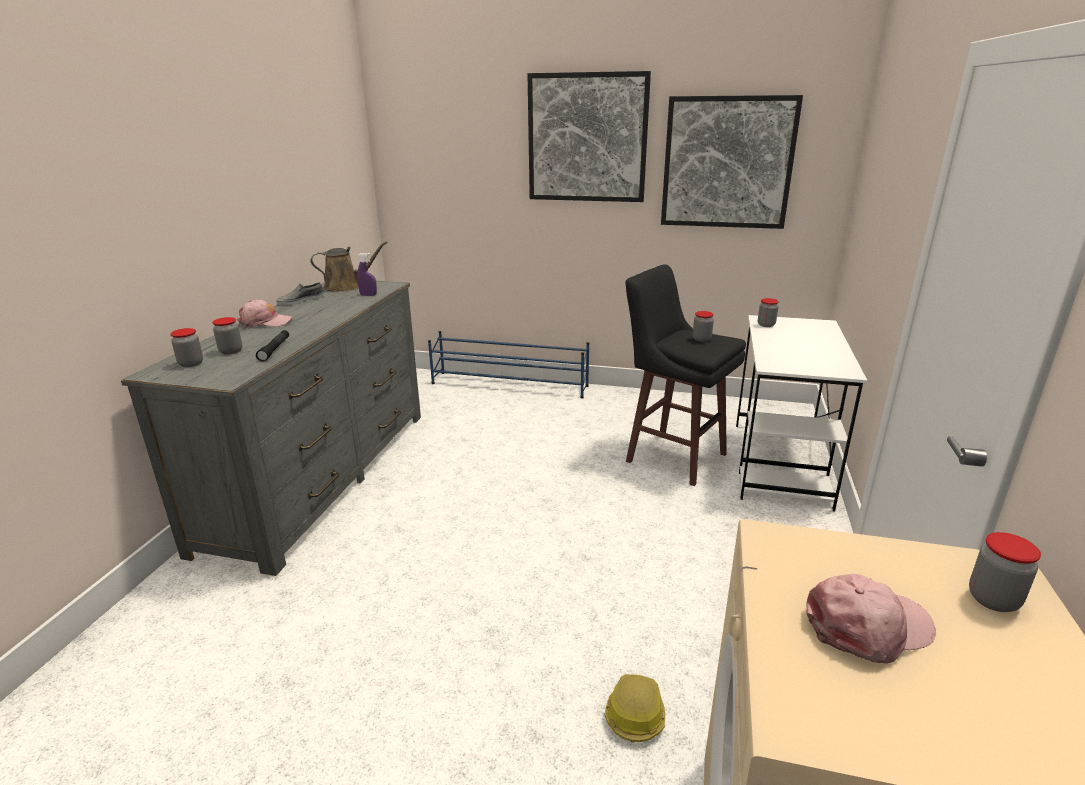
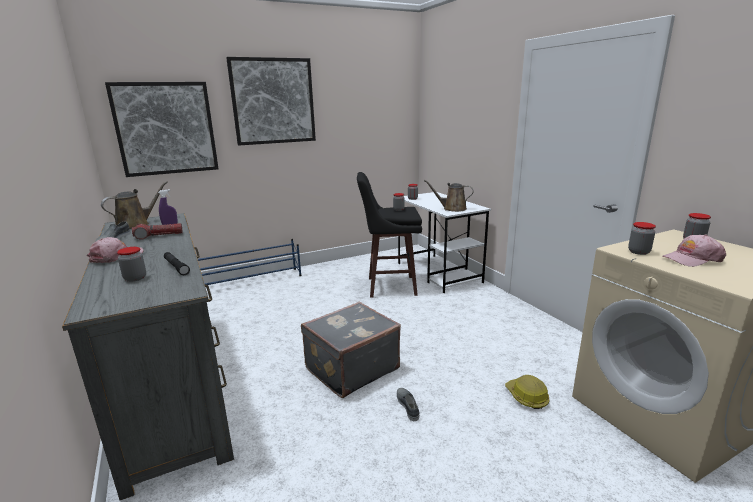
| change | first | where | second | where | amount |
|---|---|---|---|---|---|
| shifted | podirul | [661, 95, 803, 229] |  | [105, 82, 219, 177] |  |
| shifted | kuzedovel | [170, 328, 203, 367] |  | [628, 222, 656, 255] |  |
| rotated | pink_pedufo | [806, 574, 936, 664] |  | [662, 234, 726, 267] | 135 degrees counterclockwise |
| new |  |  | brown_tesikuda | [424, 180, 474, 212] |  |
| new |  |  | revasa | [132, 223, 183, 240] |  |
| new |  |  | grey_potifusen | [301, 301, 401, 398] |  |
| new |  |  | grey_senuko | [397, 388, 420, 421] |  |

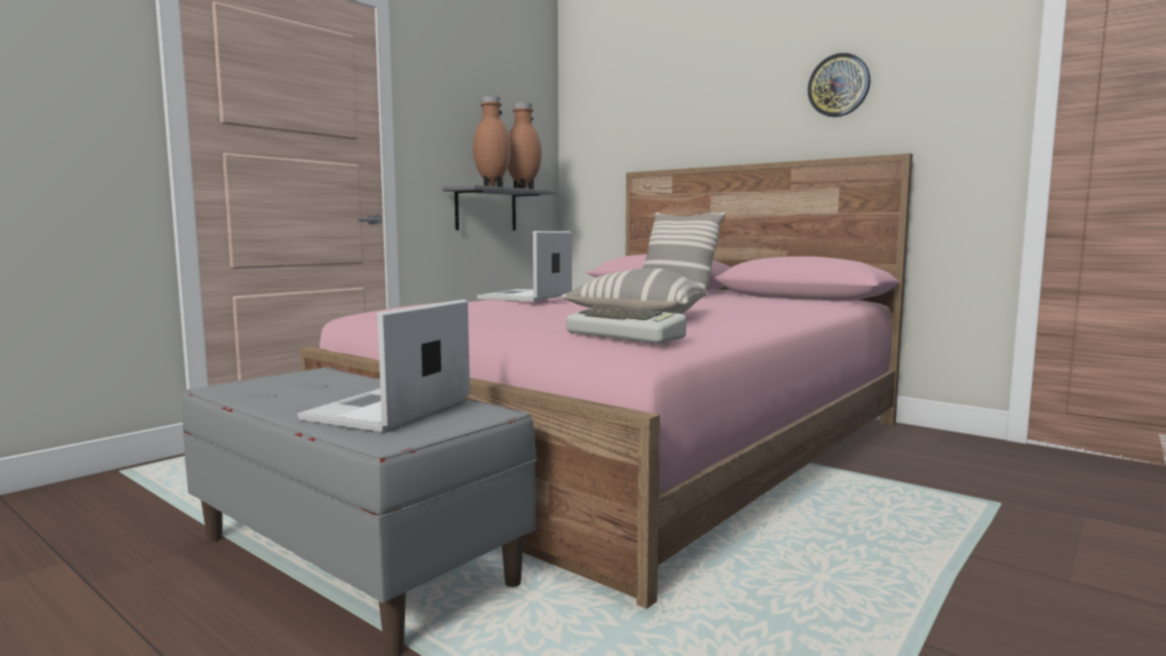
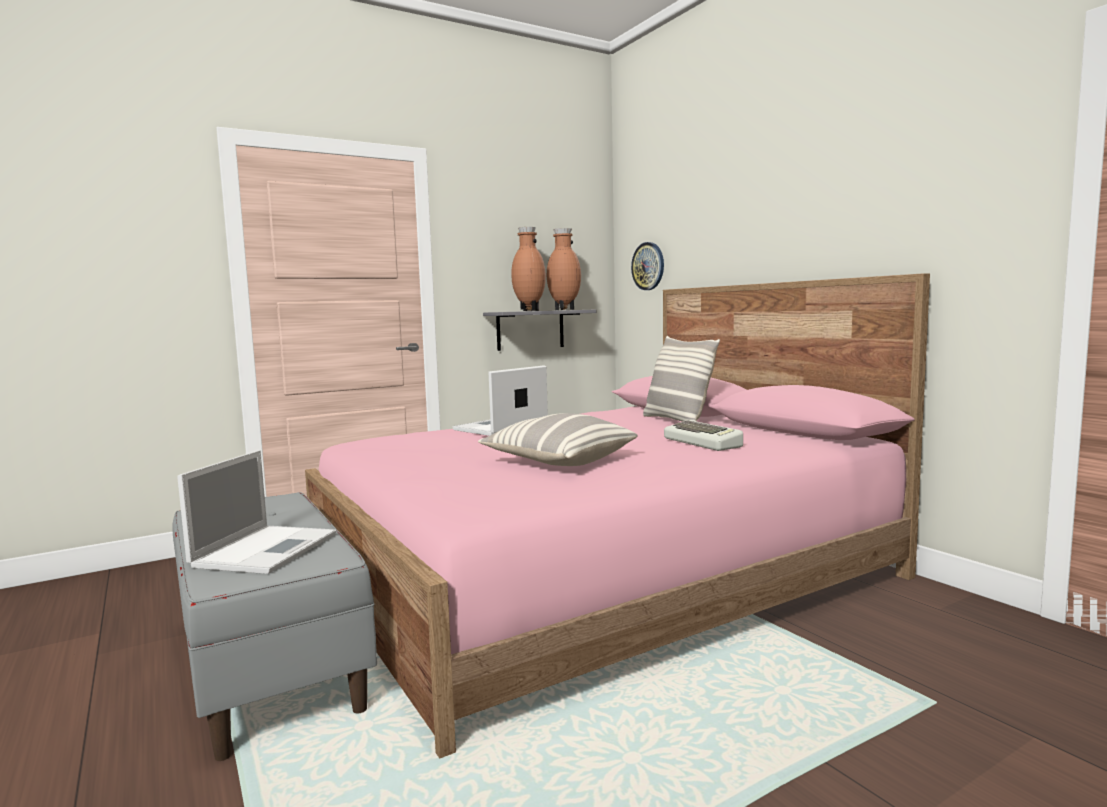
| change | first | where | second | where | amount |
|---|---|---|---|---|---|
| shifted | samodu | [808, 53, 870, 117] |  | [631, 242, 664, 290] |  |
| rotated | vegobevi | [297, 299, 470, 432] |  | [177, 450, 336, 574] | 150 degrees clockwise |
| shifted | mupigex | [566, 306, 686, 343] |  | [664, 420, 743, 451] |  |

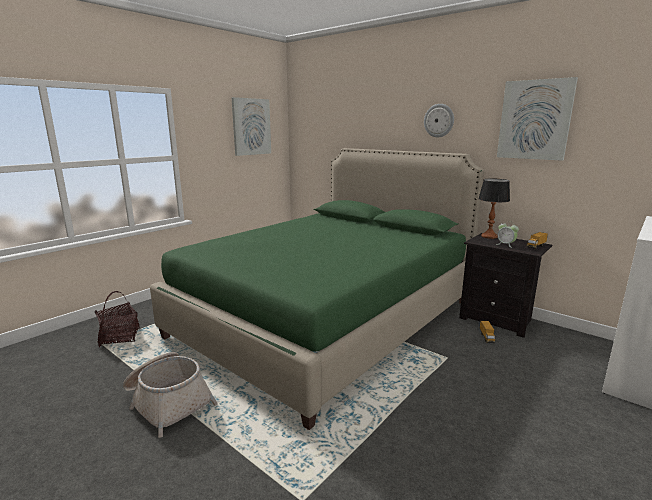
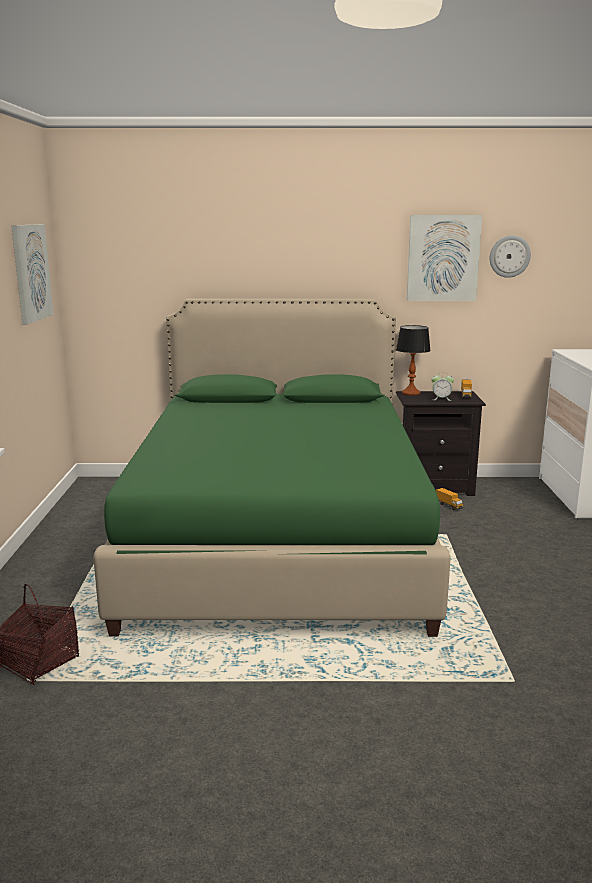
| change | first | where | second | where | amount |
|---|---|---|---|---|---|
| shifted | samodu | [424, 104, 454, 137] |  | [490, 235, 531, 278] |  |
| gone | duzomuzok | [123, 352, 218, 438] |  |  |  |

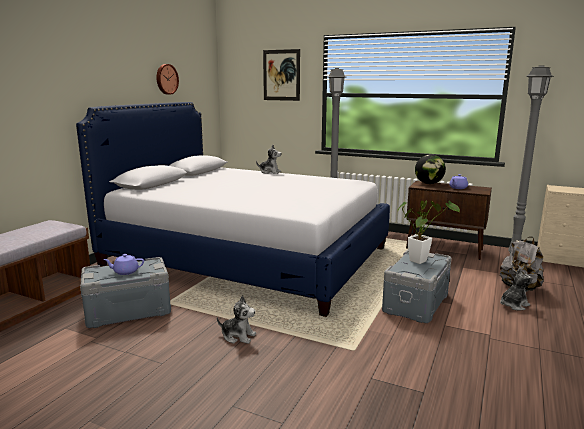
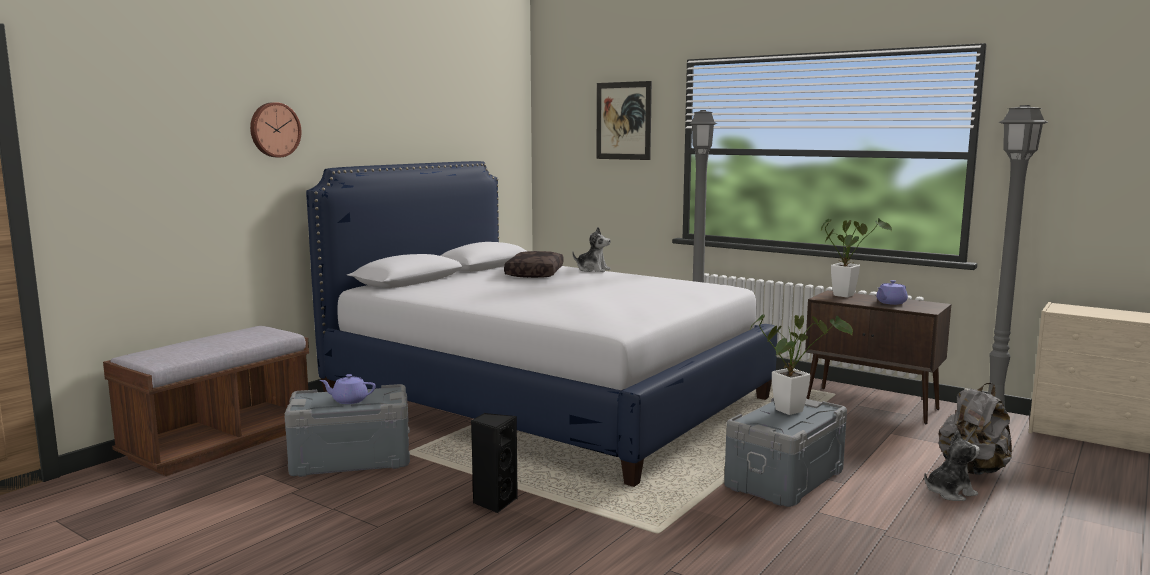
| change | first | where | second | where | amount |
|---|---|---|---|---|---|
| shifted | samodu | [156, 64, 179, 95] |  | [250, 102, 301, 158] |  |
| swapped | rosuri | [415, 154, 446, 184] | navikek | [821, 218, 892, 298] |  |
| swapped | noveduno | [217, 296, 256, 344] | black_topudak | [471, 413, 518, 513] |  |
| new |  |  | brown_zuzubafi | [504, 251, 563, 278] |  |

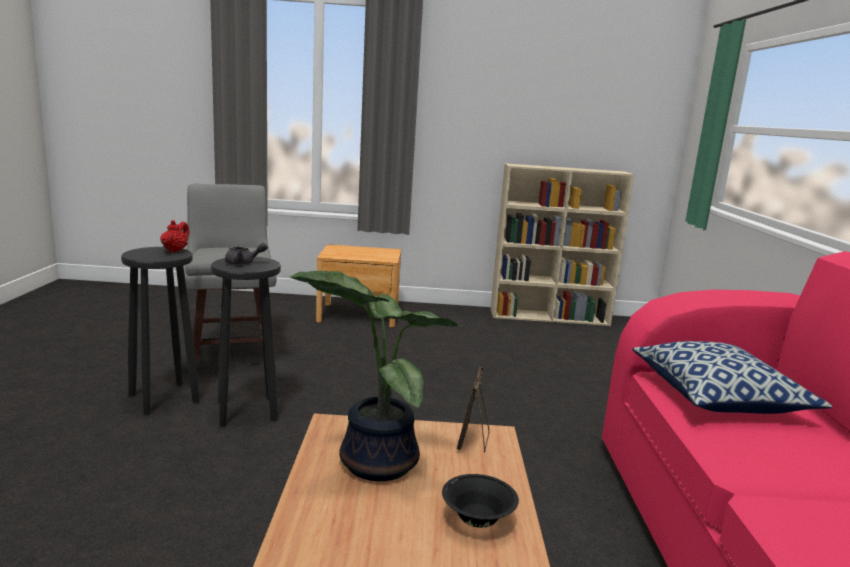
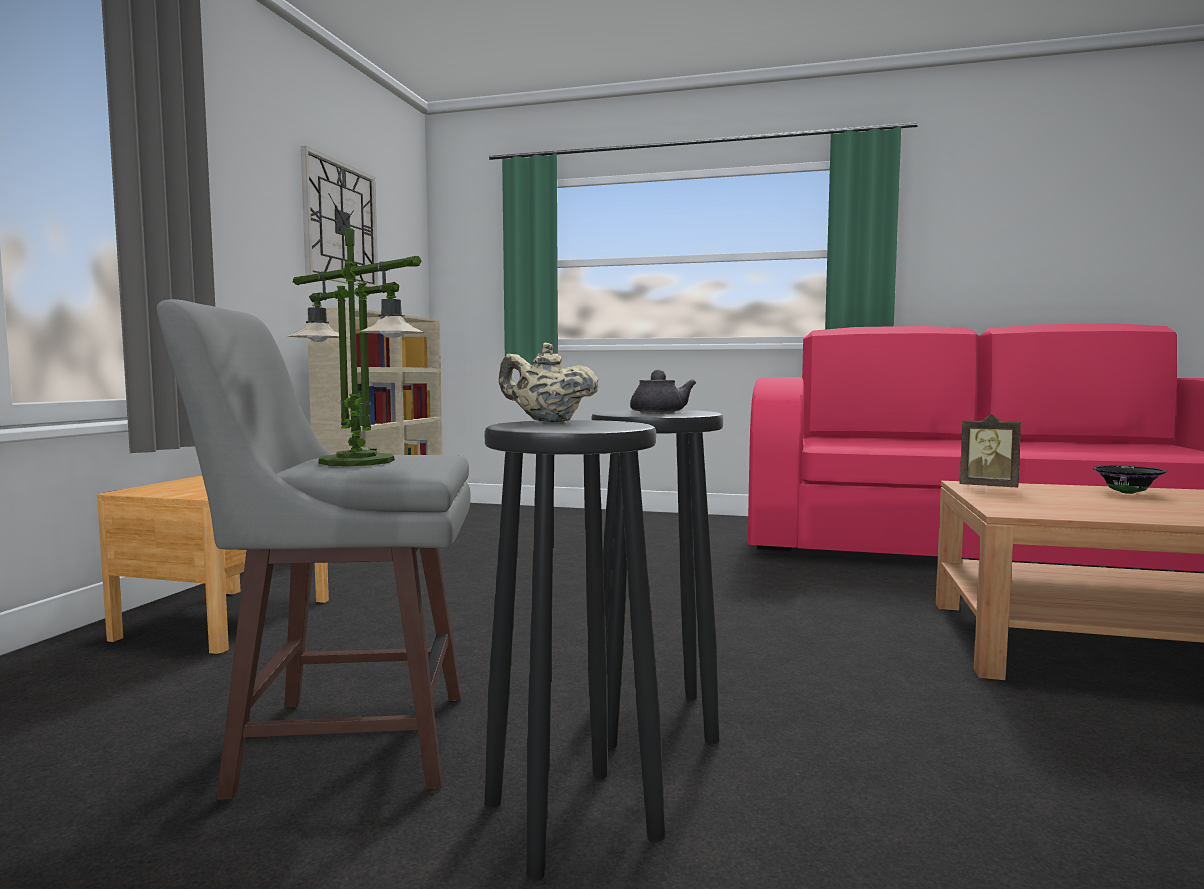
| change | first | where | second | where | amount |
|---|---|---|---|---|---|
| repainted | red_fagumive | [160, 220, 189, 252] | beige_fagumive | [499, 343, 599, 422] |  |
| gone | navikek | [290, 271, 463, 481] |  |  |  |
| gone | zuzubafi | [632, 341, 832, 414] |  |  |  |
| new |  |  | samodu | [301, 146, 378, 287] |  |
| new |  |  | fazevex | [288, 225, 425, 466] |  |

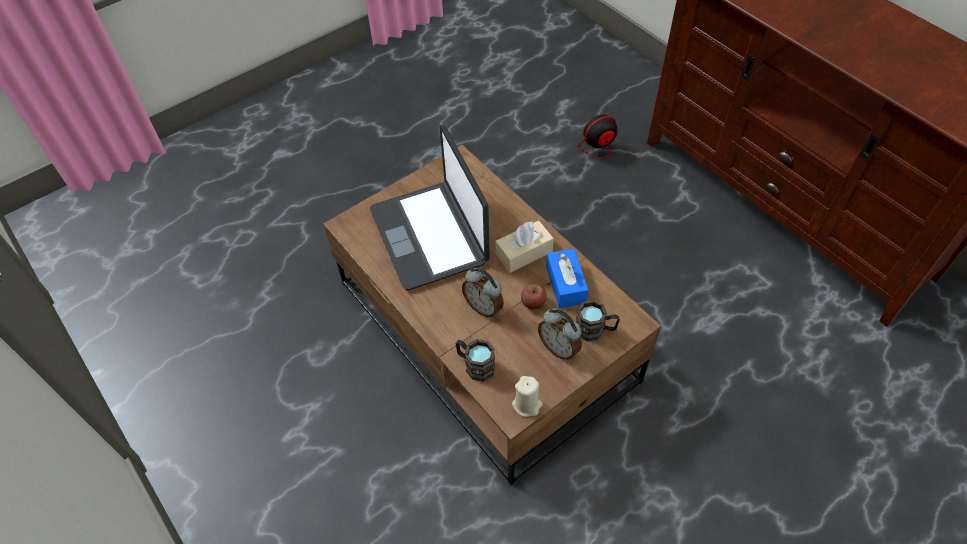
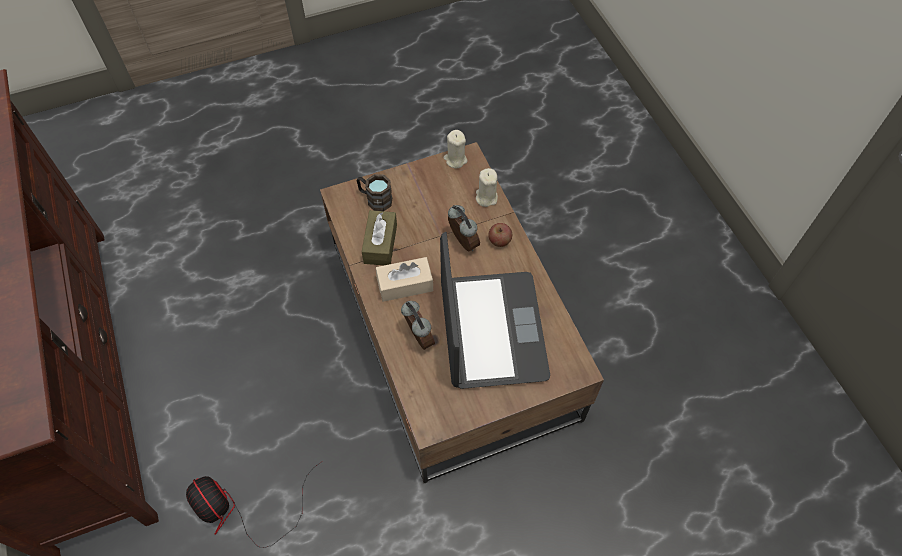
| change | first | where | second | where | amount |
|---|---|---|---|---|---|
| rotated | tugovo | [563, 114, 625, 213] |  | [186, 462, 321, 548] | 60 degrees clockwise |
| repainted | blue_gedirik | [546, 248, 589, 308] | brown_gedirik | [362, 210, 397, 265] |  |
| shifted | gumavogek | [521, 284, 547, 309] |  | [488, 223, 512, 247] |  |
| shifted | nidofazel | [538, 308, 582, 360] |  | [401, 301, 435, 350] |  |
| swapped | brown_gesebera | [456, 339, 495, 382] | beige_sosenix | [476, 168, 498, 207] |  |

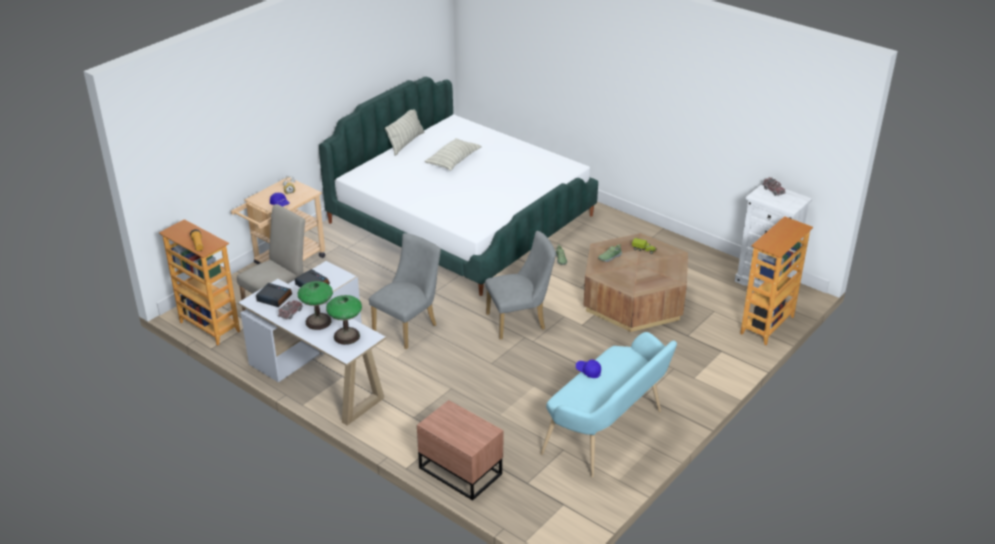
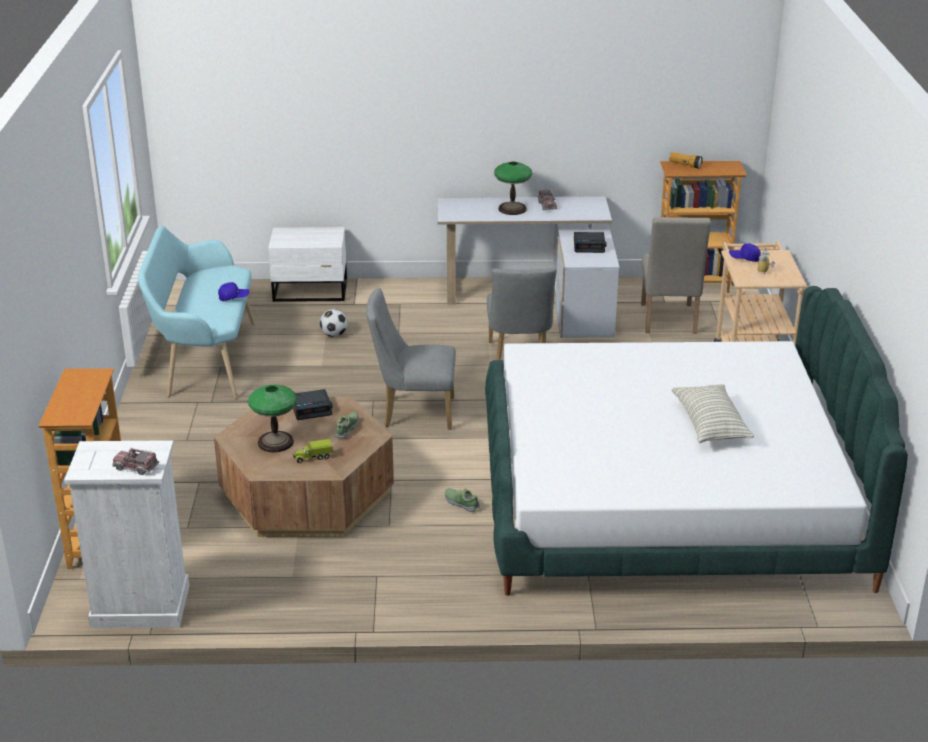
| change | first | where | second | where | amount |
|---|---|---|---|---|---|
| gone | zuzubafi | [385, 109, 424, 156] |  |  |  |
| rotated | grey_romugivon | [485, 231, 556, 340] |  | [366, 288, 456, 430] | 60 degrees clockwise |
| shifted | nidofazel | [256, 283, 292, 307] |  | [293, 389, 332, 420] |  |
| shifted | fazevex | [326, 295, 362, 345] |  | [248, 385, 297, 453] |  |
| repainted | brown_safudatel | [417, 400, 503, 501] | white_safudatel | [268, 227, 347, 302] |  |
| new |  |  | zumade | [320, 309, 348, 337] |  |

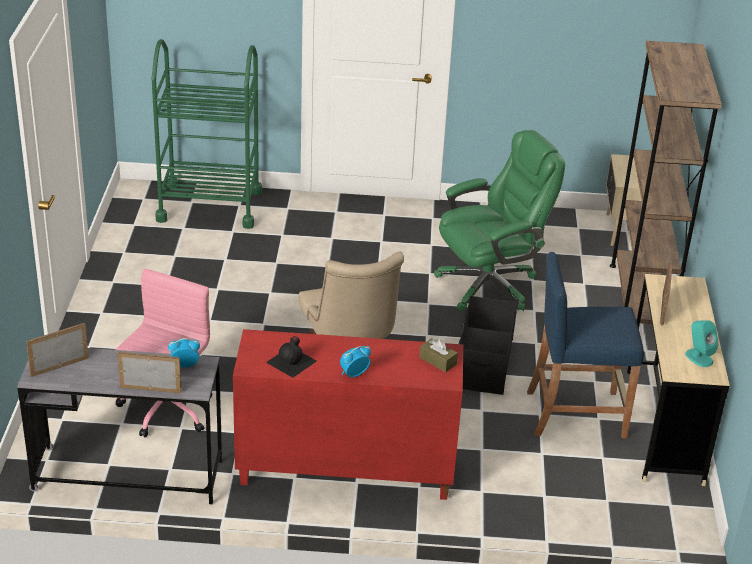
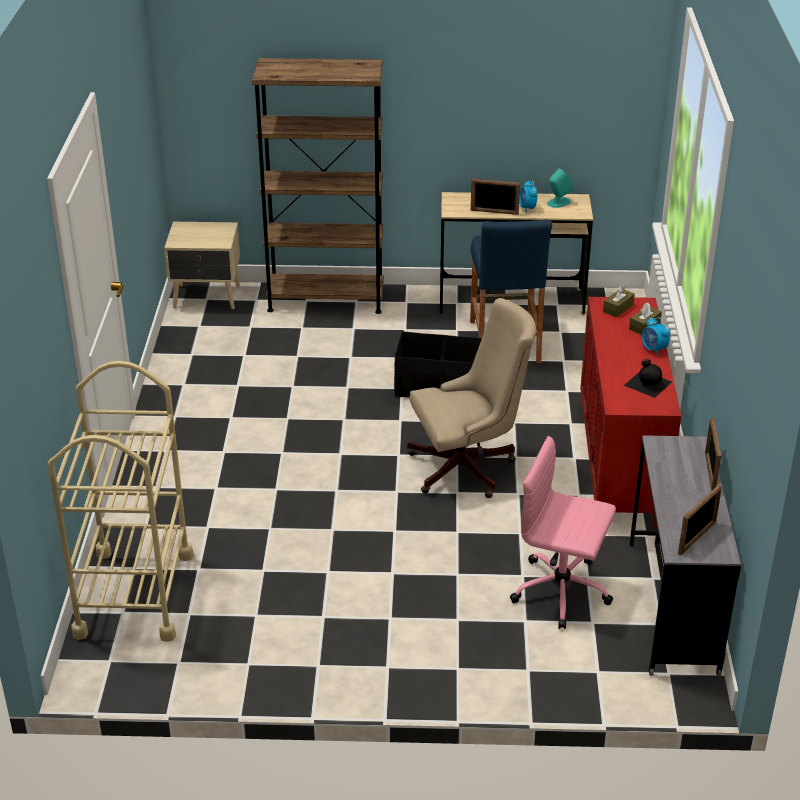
| change | first | where | second | where | amount |
|---|---|---|---|---|---|
| repainted | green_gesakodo | [152, 39, 262, 229] | beige_gesakodo | [48, 361, 194, 642] |  |
| gone | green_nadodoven | [434, 130, 565, 311] |  |  |  |
| rotated | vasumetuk | [26, 323, 89, 377] |  | [678, 484, 722, 555] | 105 degrees counterclockwise |
| shifted | nidofazel | [168, 338, 200, 368] |  | [519, 180, 538, 213] |  |
| new |  |  | brown_gedirik | [629, 302, 662, 335] |  |

